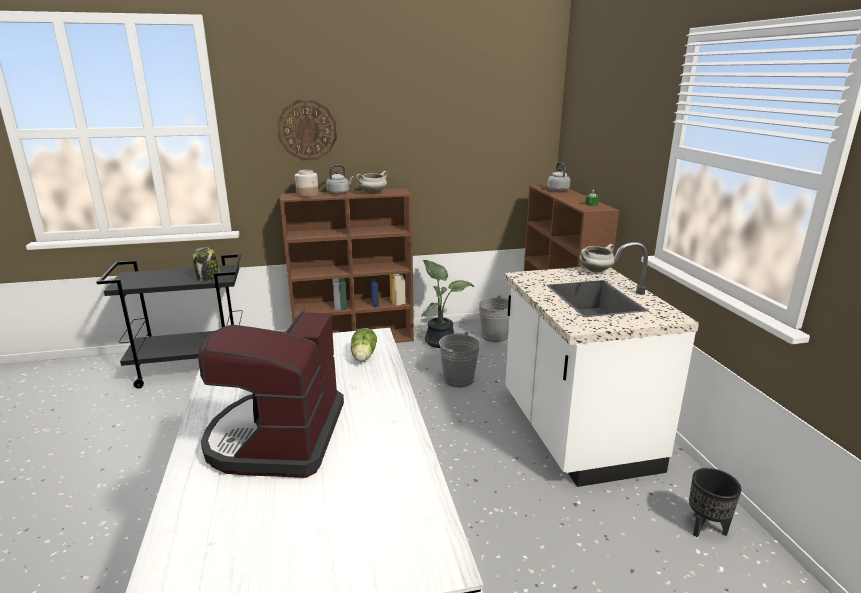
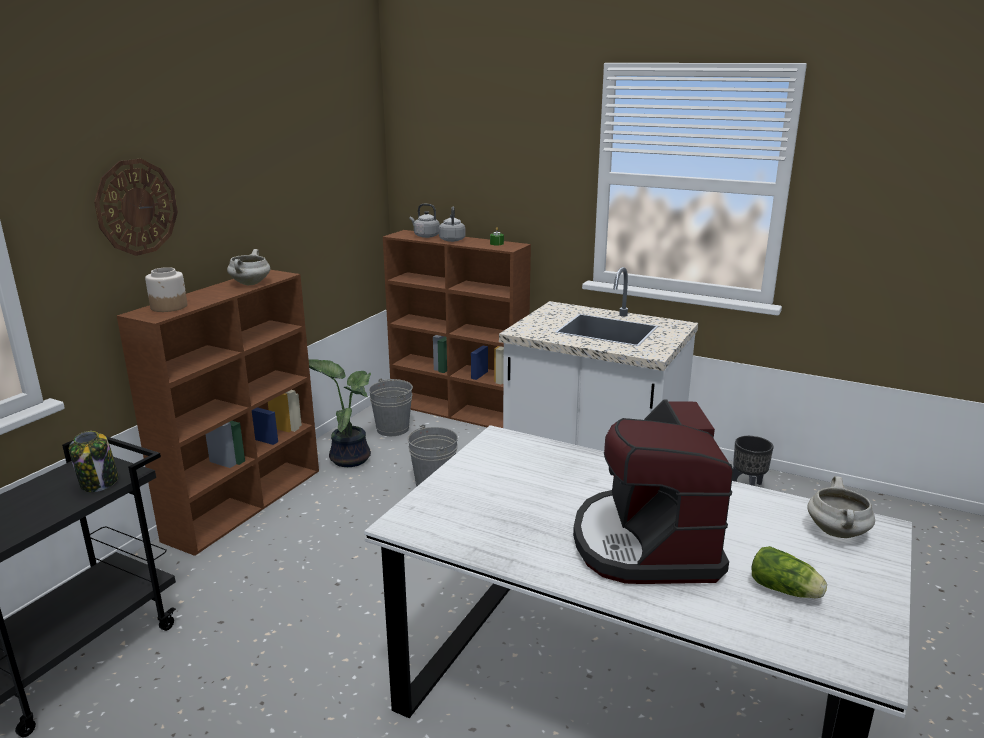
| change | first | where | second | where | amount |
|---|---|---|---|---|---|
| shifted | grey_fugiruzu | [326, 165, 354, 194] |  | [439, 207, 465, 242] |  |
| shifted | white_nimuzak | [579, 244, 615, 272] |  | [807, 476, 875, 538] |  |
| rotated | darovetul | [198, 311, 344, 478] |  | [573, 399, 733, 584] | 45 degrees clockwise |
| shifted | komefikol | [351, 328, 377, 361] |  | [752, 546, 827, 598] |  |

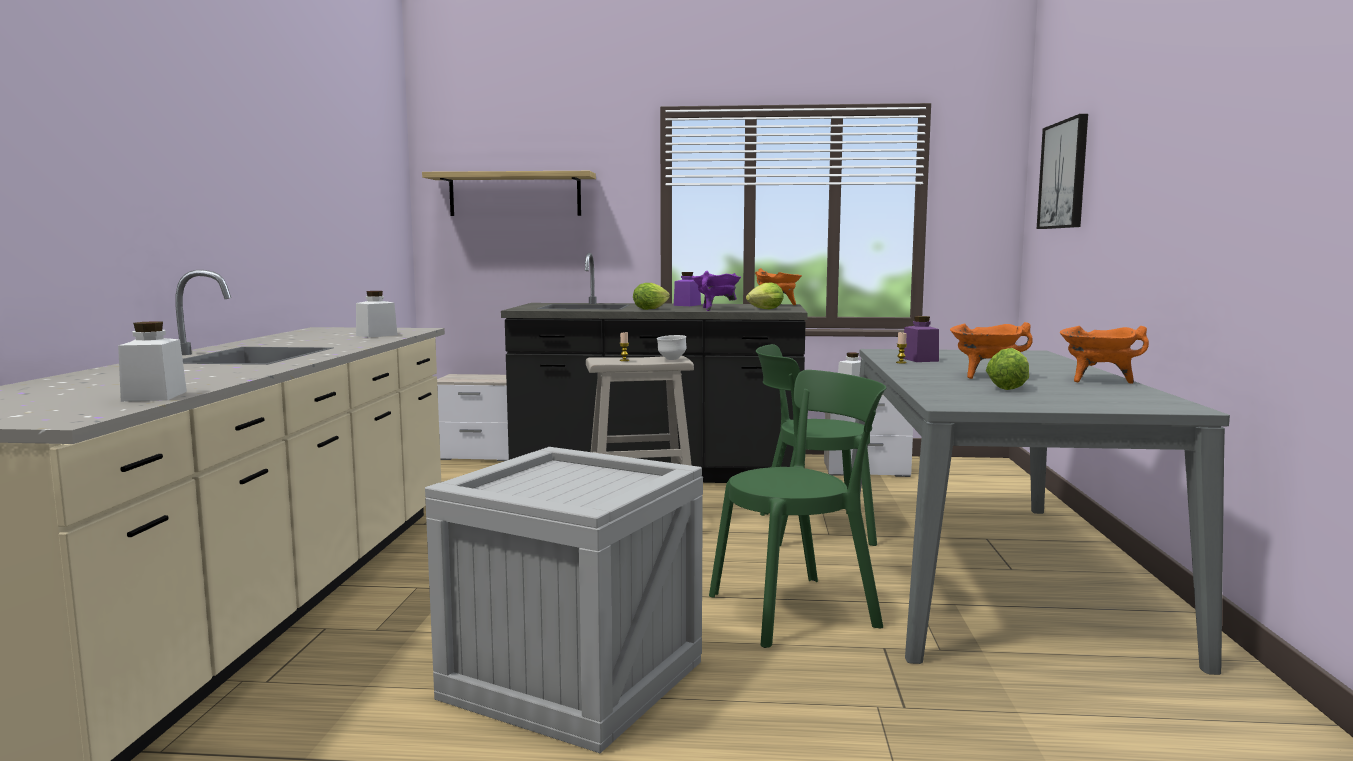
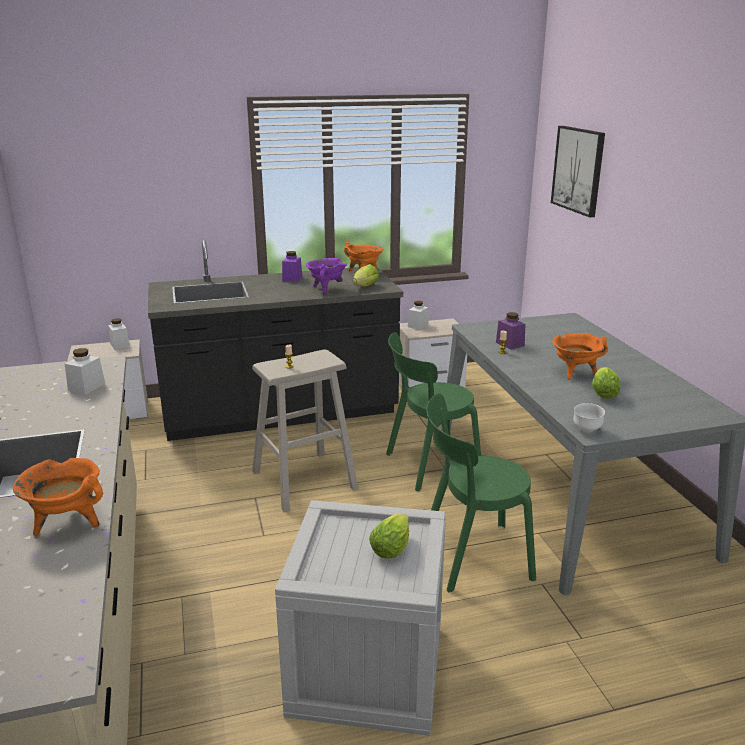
| change | first | where | second | where | amount |
|---|---|---|---|---|---|
| gone | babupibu | [422, 171, 596, 216] |  |  |  |
| shifted | komefikol | [633, 283, 670, 310] |  | [369, 514, 409, 559] |  |
| shifted | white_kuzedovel | [118, 321, 187, 402] |  | [108, 318, 130, 350] |  |
| shifted | orange_nimuzak | [1060, 326, 1149, 384] |  | [13, 458, 103, 536] |  |
| shifted | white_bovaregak | [657, 335, 687, 360] |  | [574, 403, 605, 432] |  |
| rotated | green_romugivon | [709, 370, 886, 648] |  | [426, 393, 536, 592] | 150 degrees counterclockwise |

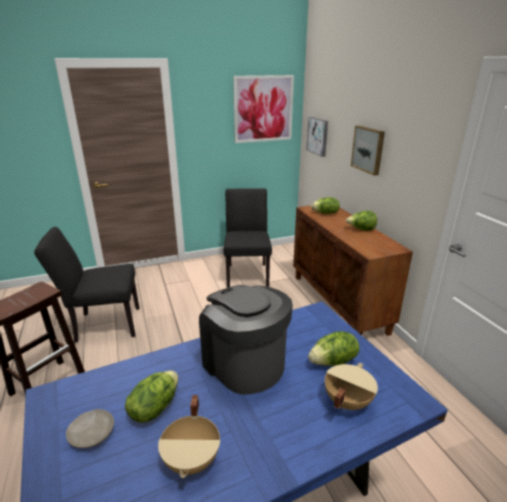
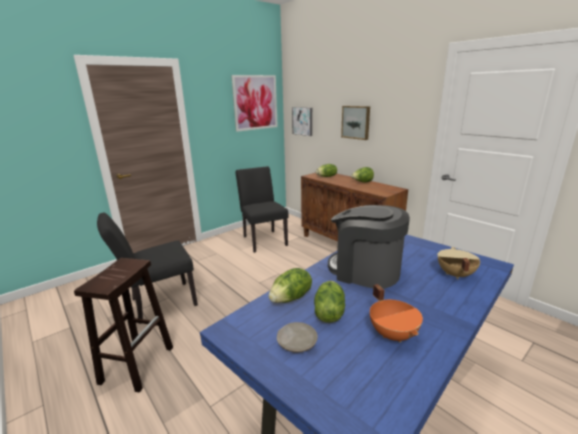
| change | first | where | second | where | amount |
|---|---|---|---|---|---|
| shifted | komefikol | [308, 331, 360, 366] |  | [268, 268, 312, 303] |  |
| repainted | beige_nimuzak | [158, 395, 220, 478] | orange_nimuzak | [370, 284, 423, 343] |  |

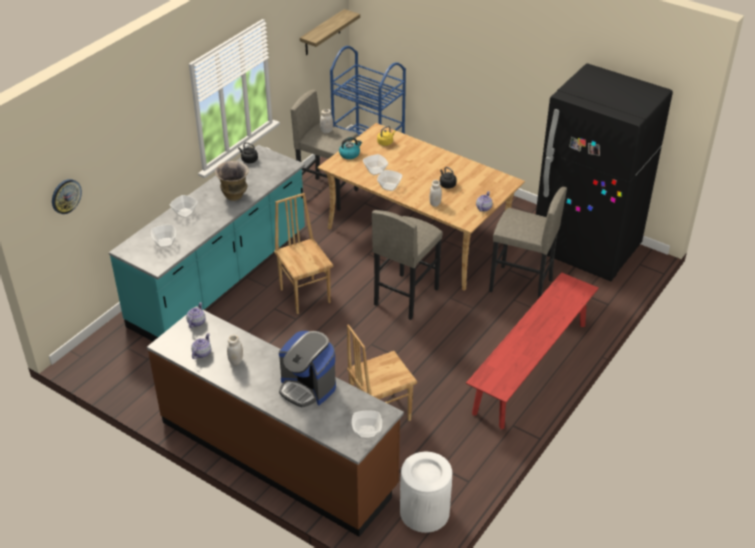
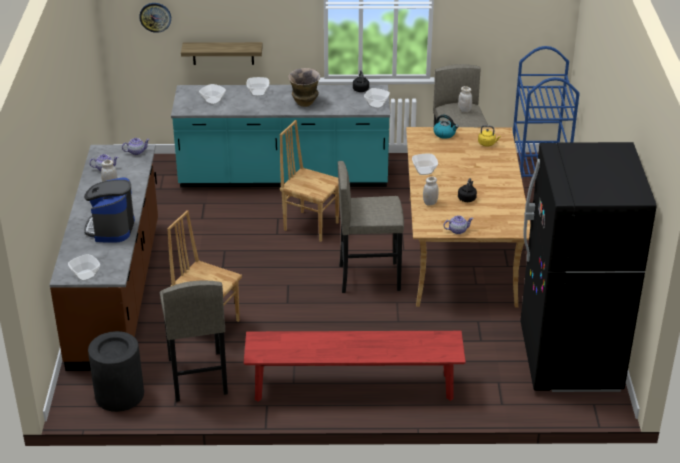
| change | first | where | second | where | amount |
|---|---|---|---|---|---|
| shifted | babupibu | [300, 9, 360, 55] |  | [181, 42, 263, 65] |  |
| shifted | bovaregak | [363, 154, 388, 175] |  | [364, 88, 390, 108] |  |
| shifted | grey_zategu | [489, 187, 567, 299] |  | [160, 281, 228, 402] |  |
| rotated | brown_romugivon | [274, 193, 333, 314] |  | [280, 120, 339, 242] | 90 degrees counterclockwise |
| repainted | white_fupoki | [400, 452, 452, 533] | black_fupoki | [88, 331, 144, 412] |  |

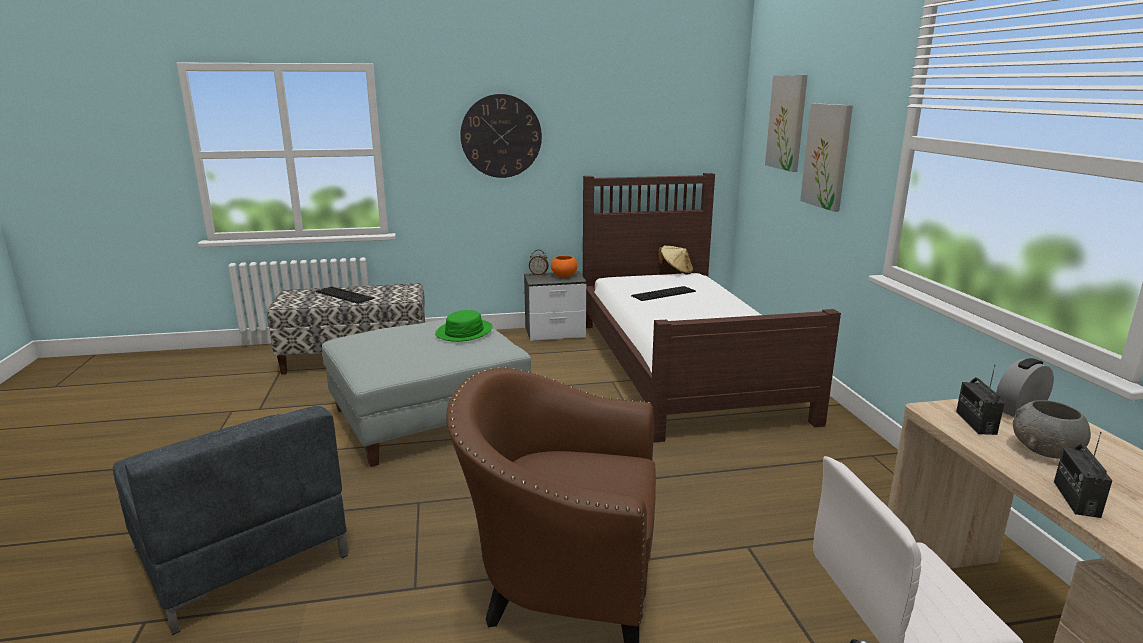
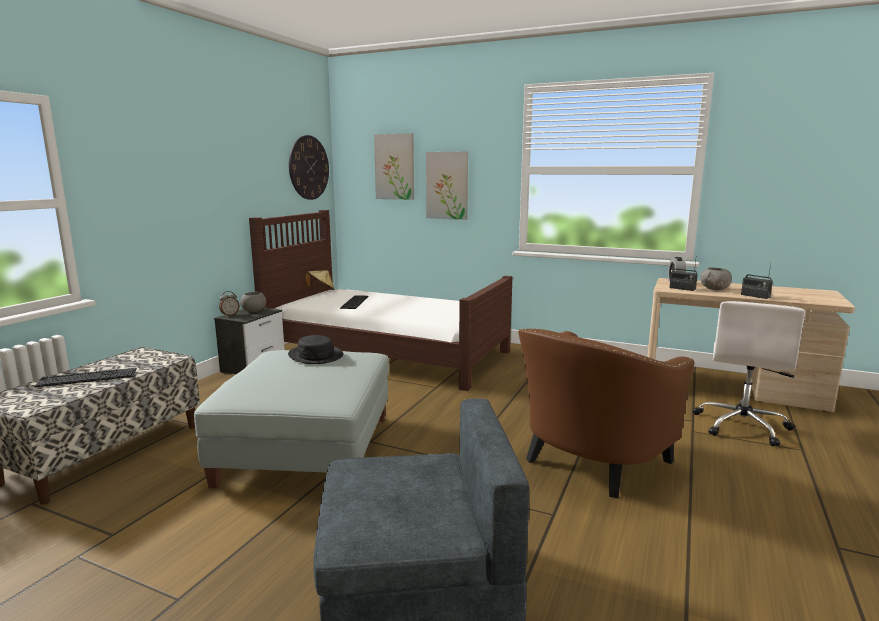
| change | first | where | second | where | amount |
|---|---|---|---|---|---|
| shifted | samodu | [460, 94, 542, 178] |  | [289, 135, 329, 200] |  |
| repainted | orange_bovaregak | [551, 256, 577, 278] | grey_bovaregak | [240, 292, 266, 312] |  |
| repainted | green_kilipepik | [435, 310, 493, 342] | black_kilipepik | [288, 335, 343, 364] |  |

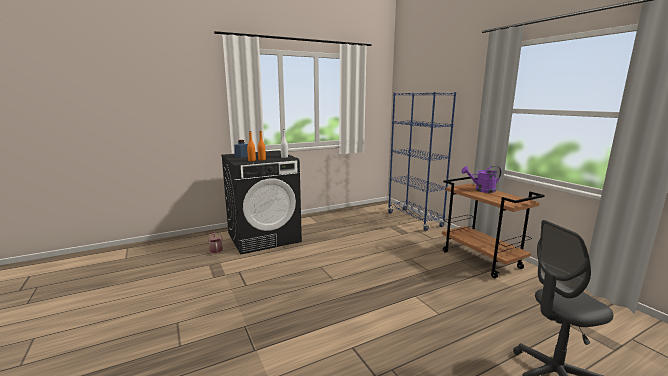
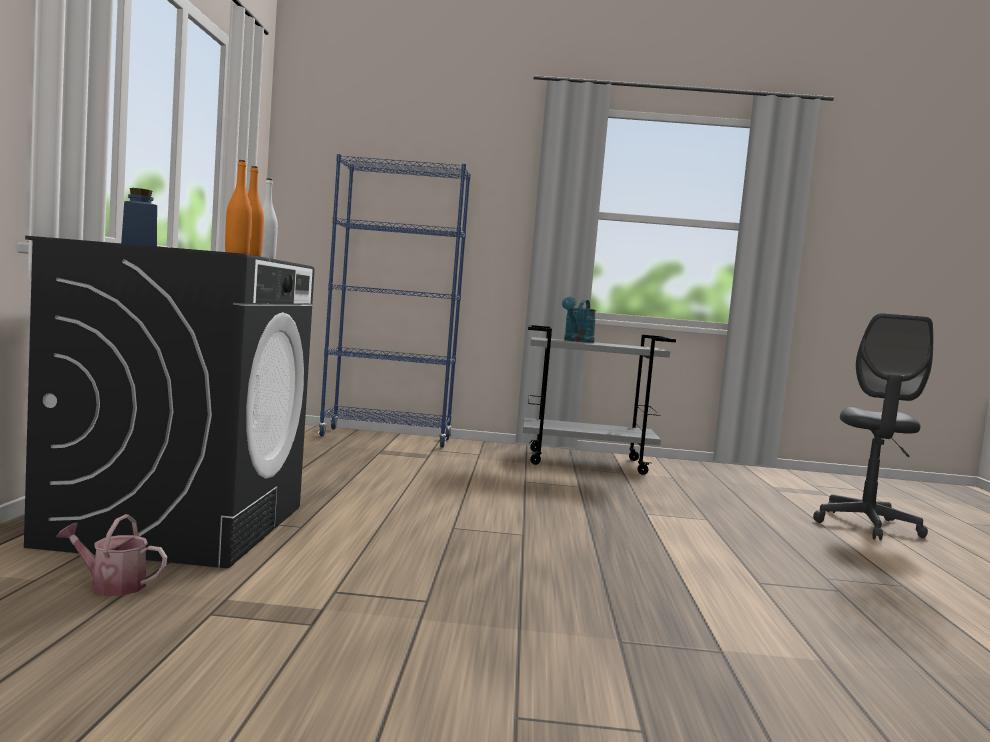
| change | first | where | second | where | amount |
|---|---|---|---|---|---|
| repainted | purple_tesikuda | [461, 166, 501, 193] | turquoise_tesikuda | [562, 297, 596, 343] |  |
| repainted | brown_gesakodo | [442, 177, 545, 278] | grey_gesakodo | [523, 325, 676, 475] |  |

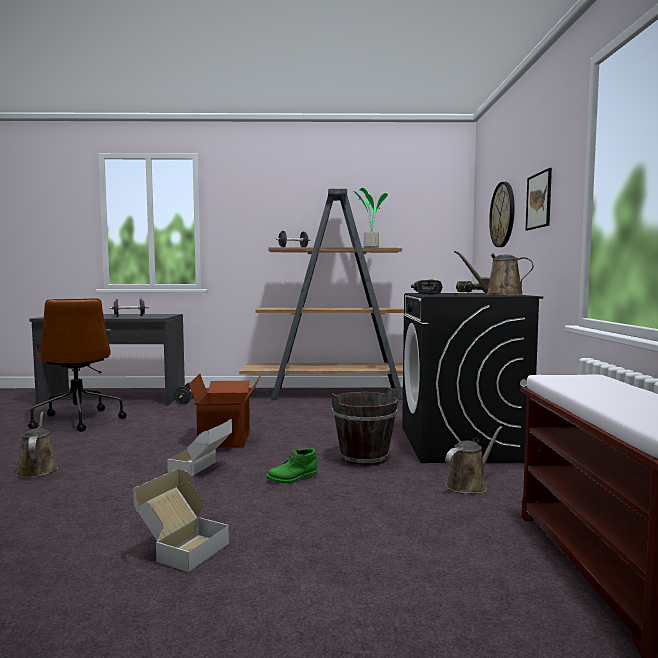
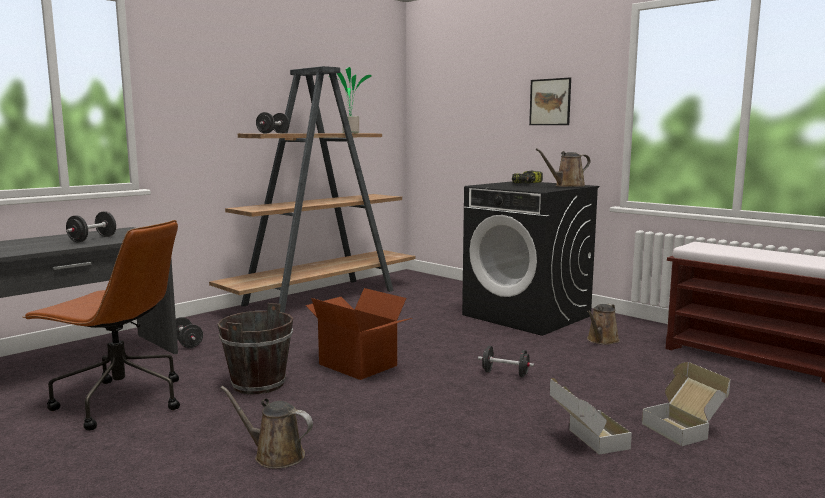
| change | first | where | second | where | amount |
|---|---|---|---|---|---|
| gone | samodu | [489, 182, 515, 247] |  |  |  |
| gone | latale | [411, 280, 442, 295] |  |  |  |
| shifted | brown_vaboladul | [331, 387, 398, 466] |  | [217, 303, 293, 394] |  |
| shifted | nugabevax | [167, 419, 232, 476] |  | [642, 362, 730, 446] |  |
| rotated | brown_tesikuda | [445, 426, 503, 494] |  | [587, 304, 620, 345] | 150 degrees counterclockwise |
| swapped | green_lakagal | [267, 448, 318, 483] | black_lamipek | [478, 346, 534, 377] |  |

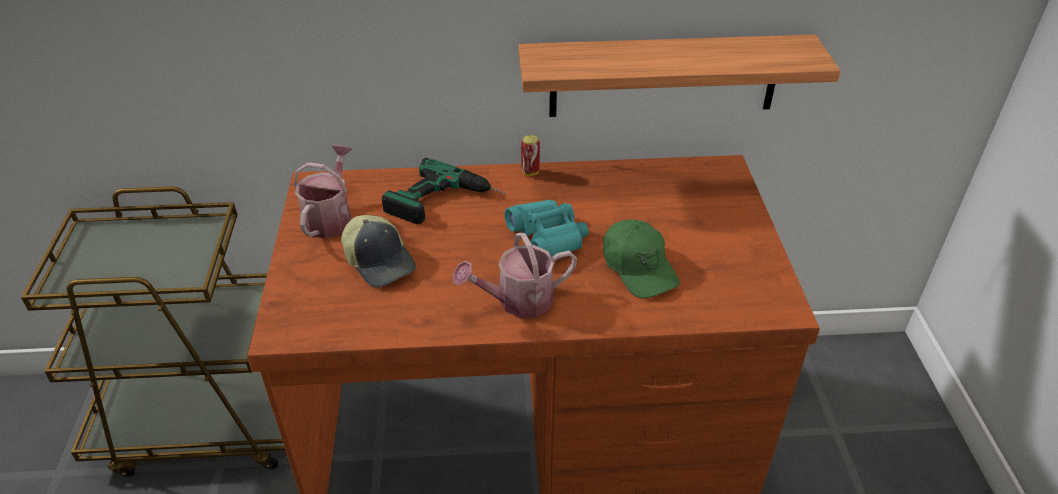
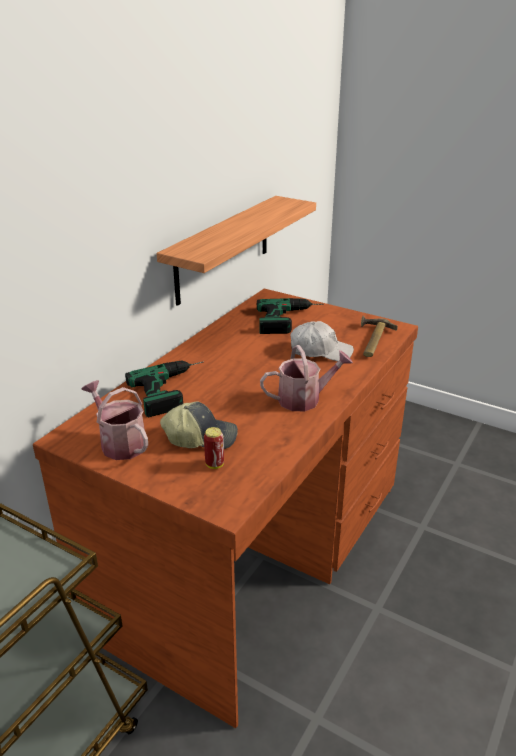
| change | first | where | second | where | amount |
|---|---|---|---|---|---|
| shifted | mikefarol | [521, 135, 540, 176] |  | [204, 427, 224, 469] |  |
| gone | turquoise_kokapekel | [504, 200, 589, 257] |  |  |  |
| repainted | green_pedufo | [603, 220, 680, 298] | white_pedufo | [290, 321, 354, 361] |  |
| rotated | tesikuda | [453, 233, 577, 318] |  | [260, 345, 353, 411] | 120 degrees counterclockwise |
| new |  |  | latale | [257, 298, 324, 334] |  |
| new |  |  | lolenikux | [361, 316, 398, 357] |  |

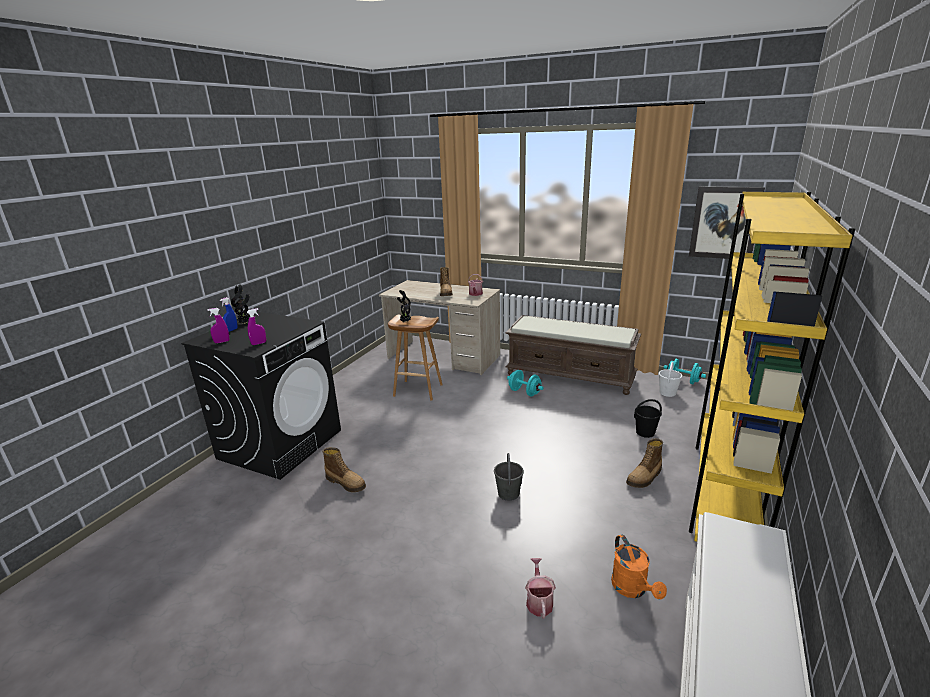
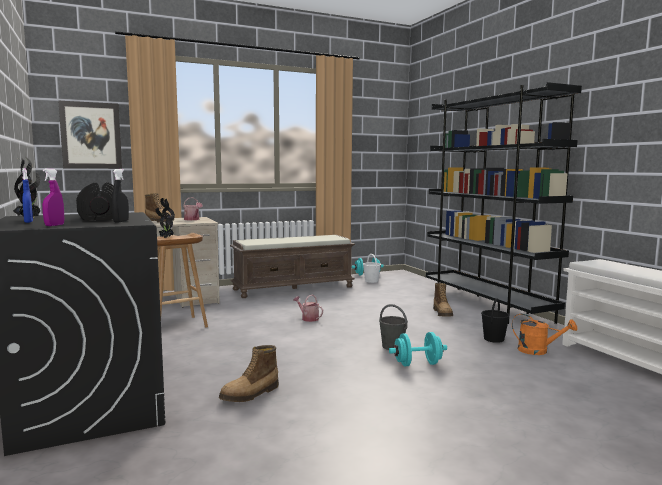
| change | first | where | second | where | amount |
|---|---|---|---|---|---|
| shifted | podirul | [689, 186, 765, 259] |  | [59, 101, 122, 169] |  |
| repainted | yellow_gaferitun | [689, 192, 855, 542] | black_gaferitun | [426, 82, 582, 324] |  |
| repainted | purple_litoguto | [247, 308, 266, 345] | black_litoguto | [112, 169, 129, 222] |  |
| shifted | turquoise_lamipek | [507, 370, 543, 396] |  | [389, 332, 447, 366] |  |
| shifted | black_vaboladul | [634, 399, 662, 438] |  | [481, 298, 510, 343] |  |
| rotated | lakagal | [322, 447, 366, 492] |  | [219, 345, 279, 402] | 150 degrees clockwise |
| shifted | tesikuda | [525, 558, 556, 619] |  | [293, 295, 323, 322] |  |
| new |  |  | black_lamipek | [76, 182, 114, 220] |  |

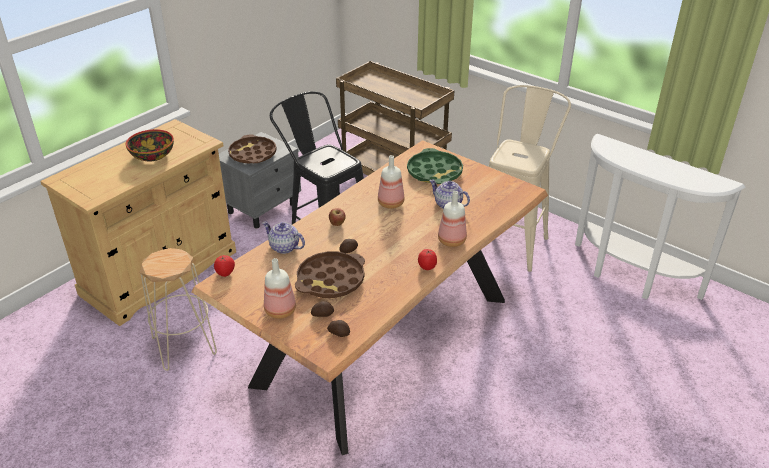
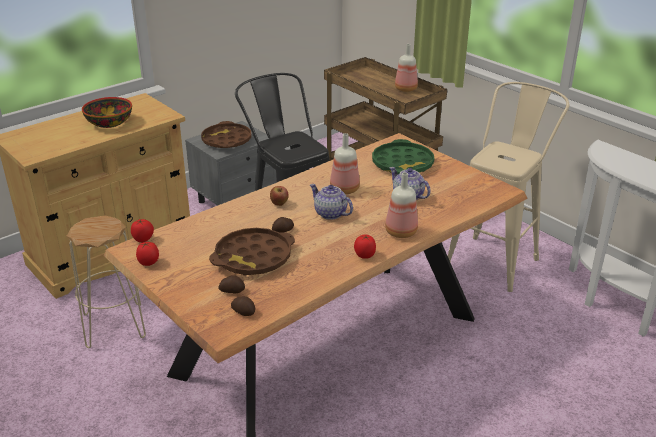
| change | first | where | second | where | amount |
|---|---|---|---|---|---|
| shifted | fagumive | [262, 221, 305, 254] |  | [310, 184, 353, 220] |  |
| shifted | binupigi | [264, 258, 296, 319] |  | [395, 44, 418, 92] |  |
| new |  |  | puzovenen | [136, 242, 159, 266] |  |

